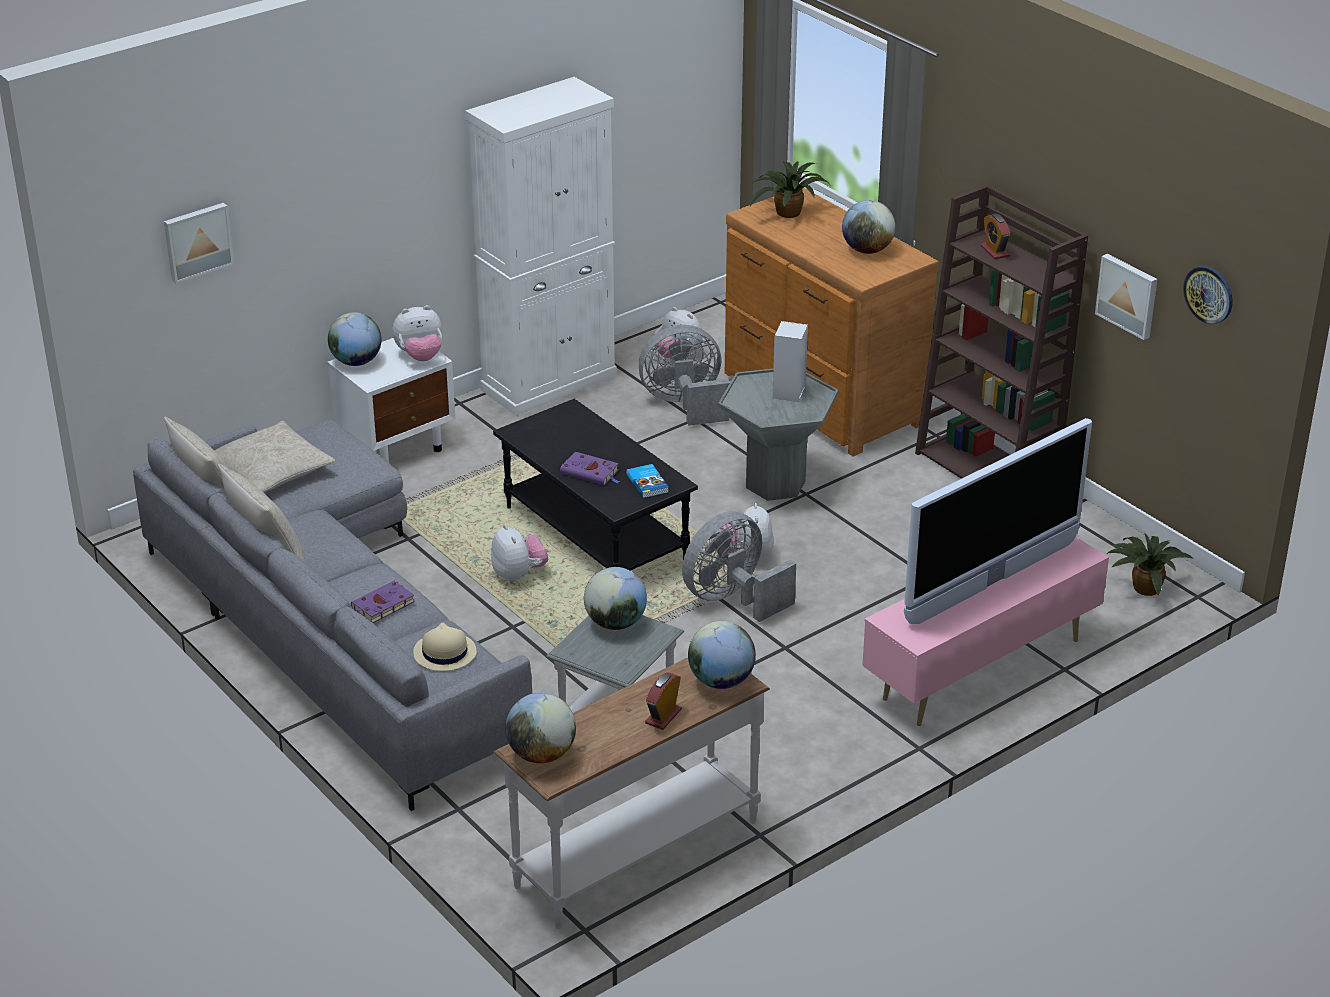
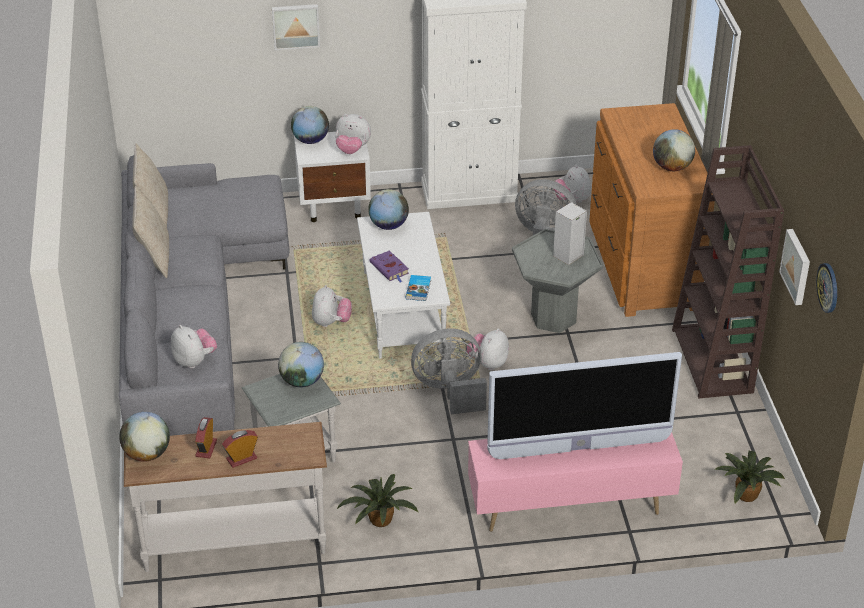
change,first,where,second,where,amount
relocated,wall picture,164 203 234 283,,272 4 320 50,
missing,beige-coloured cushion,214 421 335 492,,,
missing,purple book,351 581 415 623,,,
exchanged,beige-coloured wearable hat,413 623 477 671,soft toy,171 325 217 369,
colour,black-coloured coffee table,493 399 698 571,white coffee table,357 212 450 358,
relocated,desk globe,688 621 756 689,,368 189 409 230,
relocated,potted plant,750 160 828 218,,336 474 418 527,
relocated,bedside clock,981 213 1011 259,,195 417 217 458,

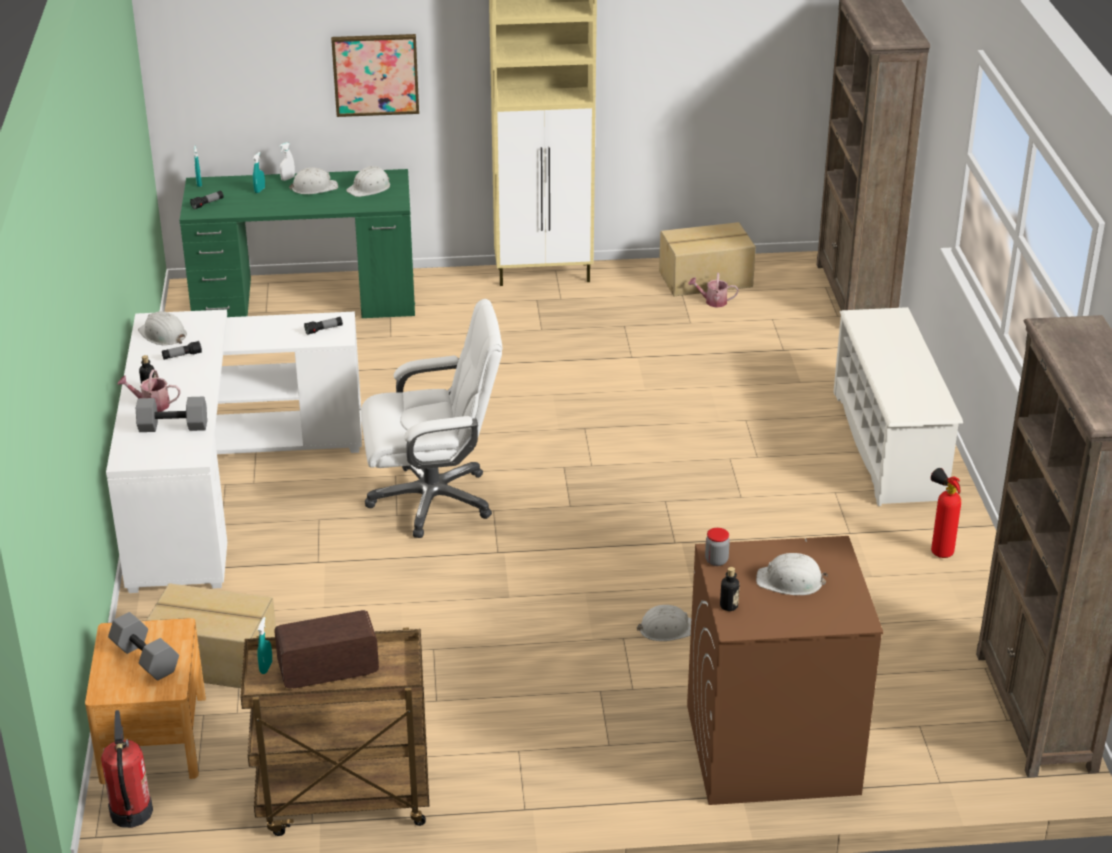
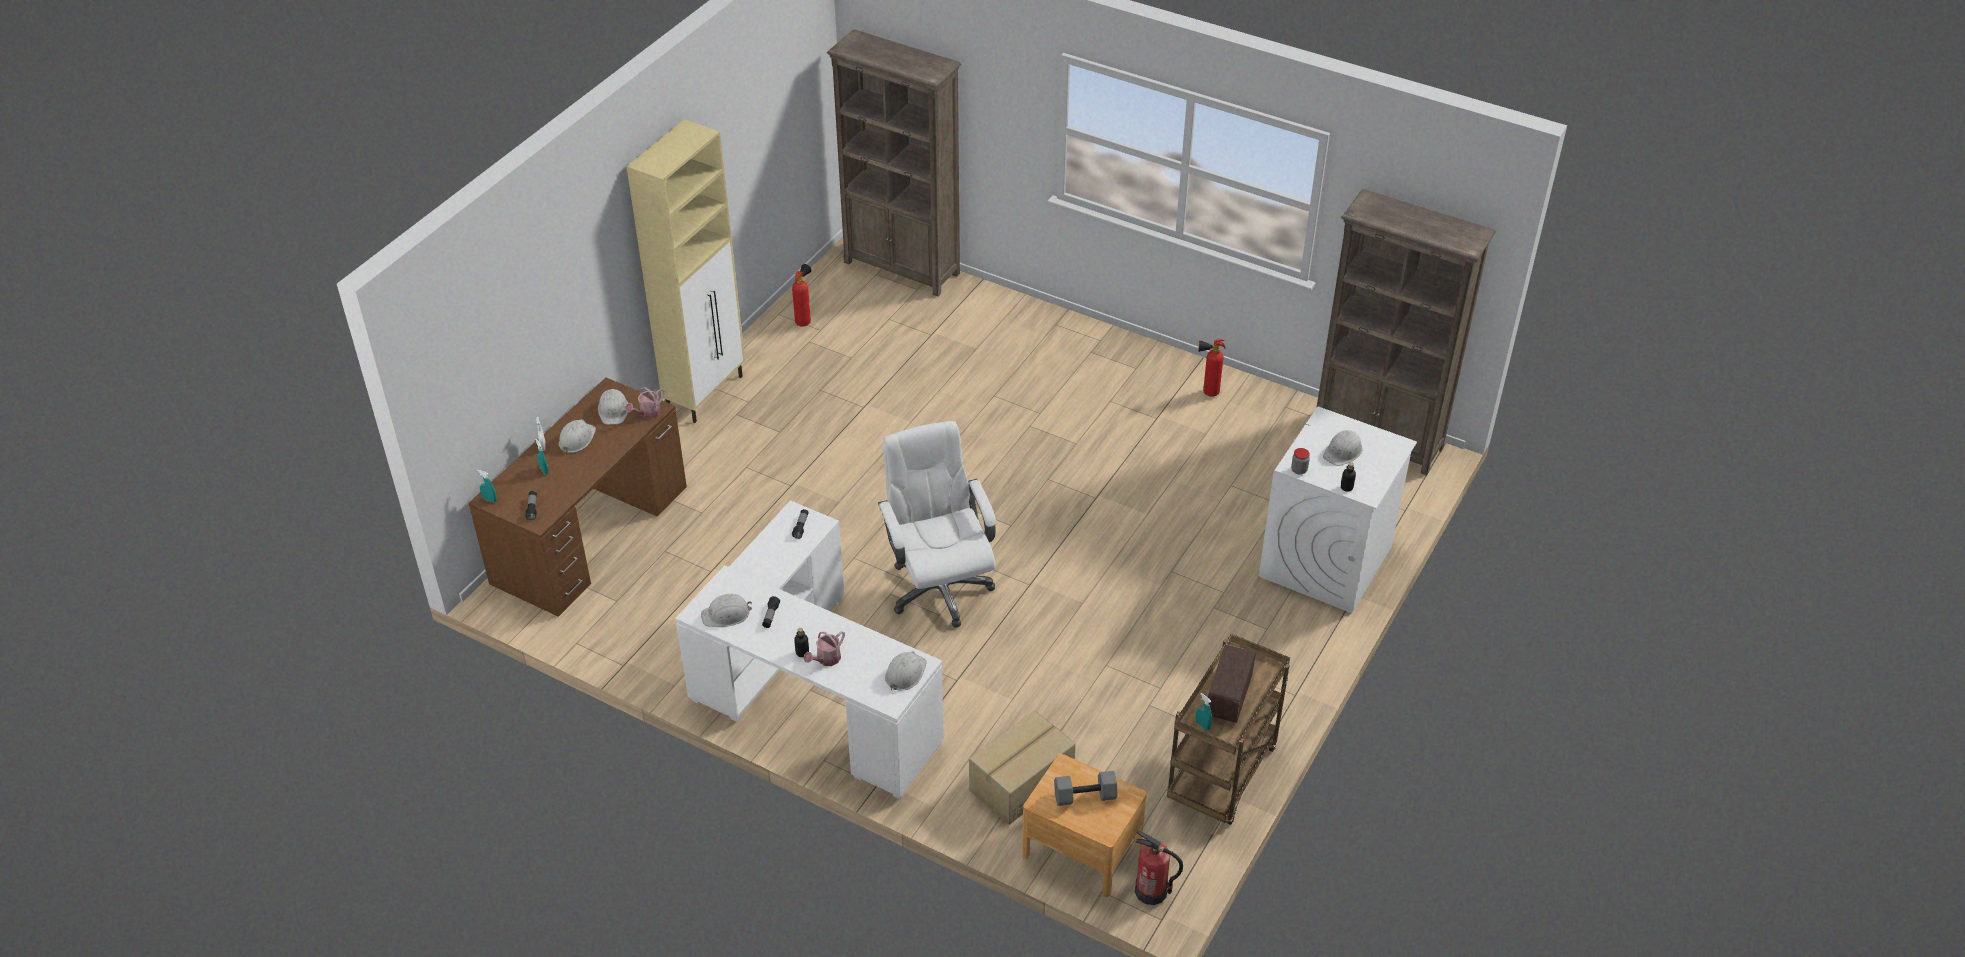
change,first,where,second,where,amount
missing,grey hand weight,136 396 207 432,,,
colour,green-coloured desk table,180 169 415 318,brown-coloured desk table,468 378 687 617,
missing,wall picture,331 34 419 117,,,
spun,white desk chair,361 299 502 538,,878 421 996 628,45 degrees counterclockwise
relocated,white hard hat,636 605 691 641,,885 651 927 691,
exchanged,cardboard box,659 222 756 296,extinguisher,792 264 811 327,
colour,brown-coloured laundry machine,687 536 883 805,white laundry machine,1259 407 1417 613,
relocated,watering pot,688 273 739 308,,625 387 665 419,
missing,white shoe rack,833 307 963 506,,,

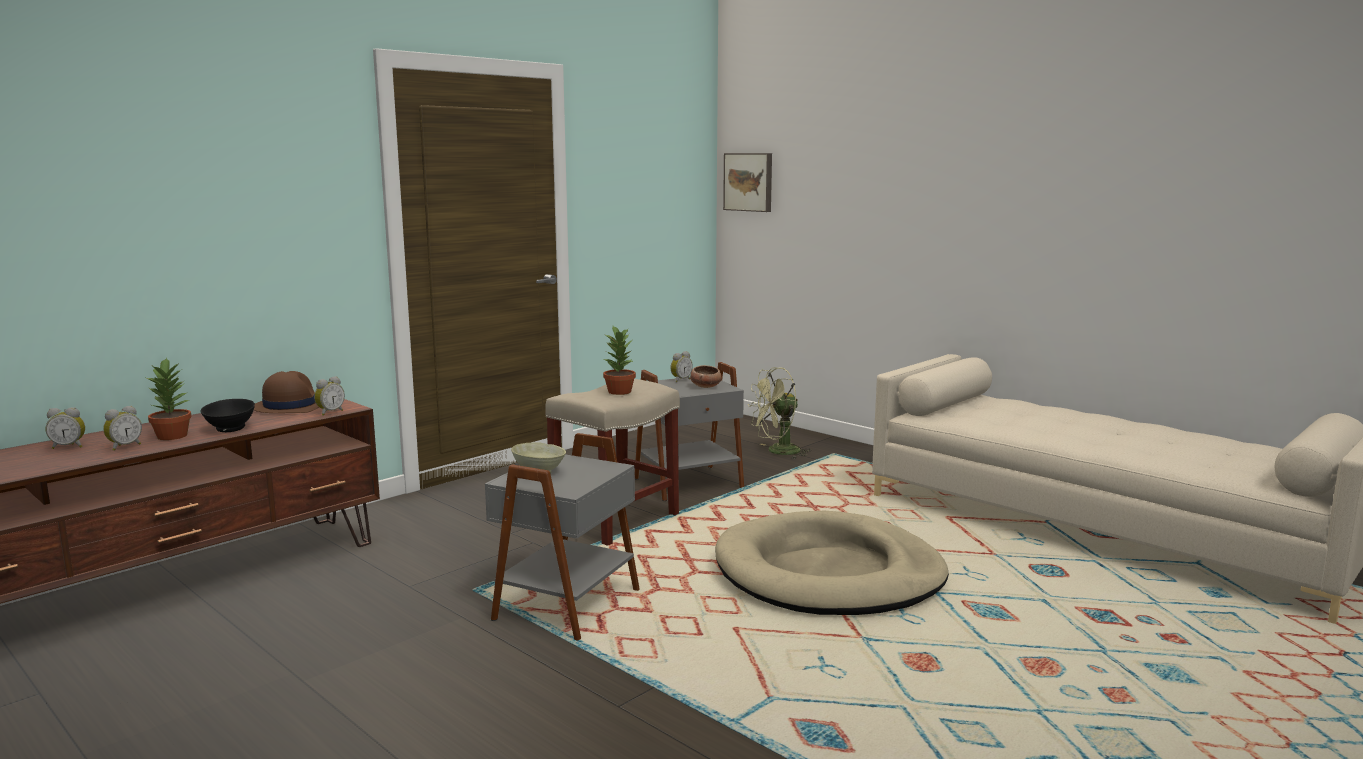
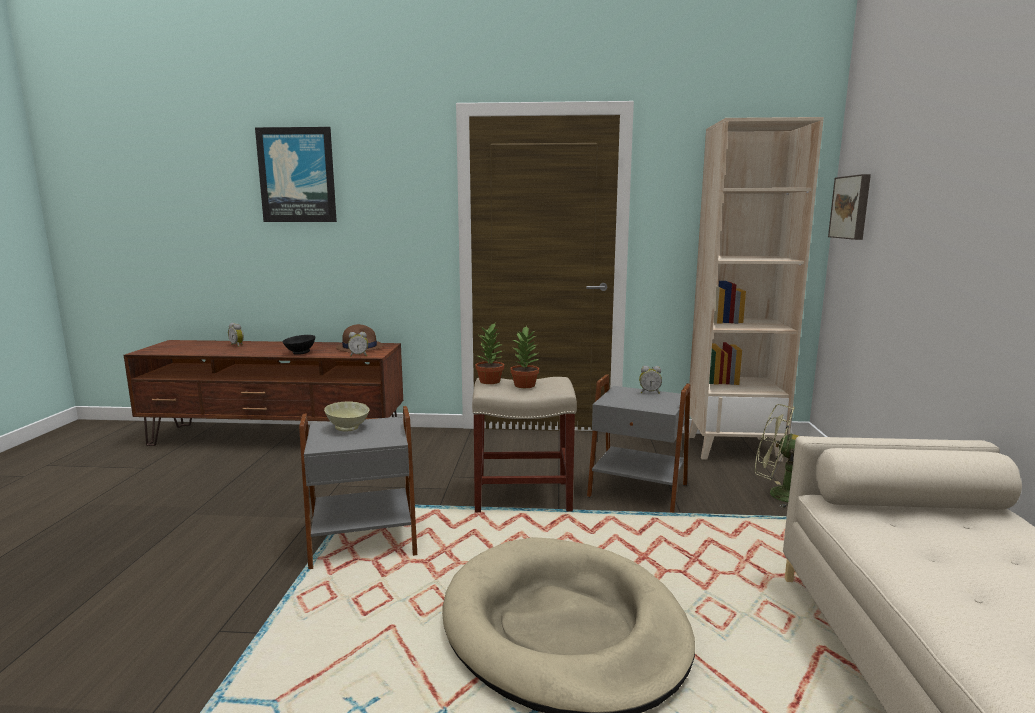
change,first,where,second,where,amount
missing,bedside clock,103 405 142 451,,,
relocated,potted plant,146 357 191 440,,475 323 504 384,
missing,serving bowl,690 365 721 388,,,
appeared,,,wall picture,255 127 337 222,
appeared,,,beige-coloured bookcase,689 117 824 462,

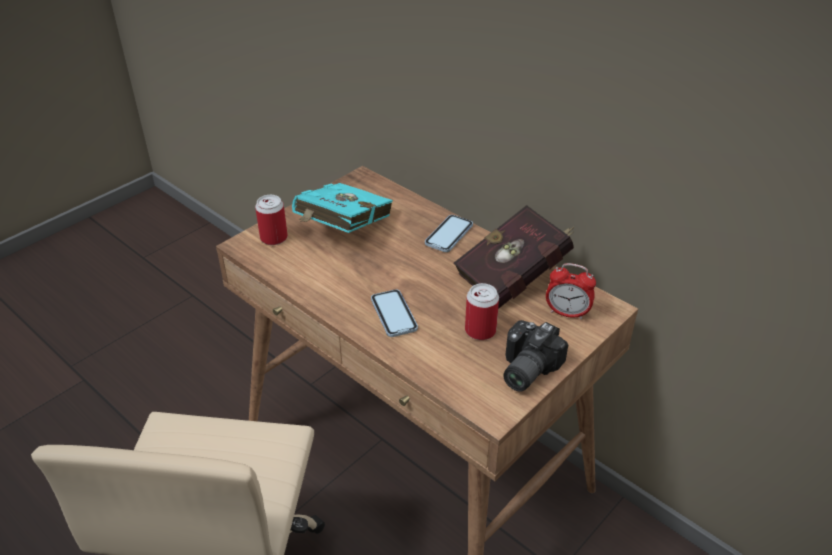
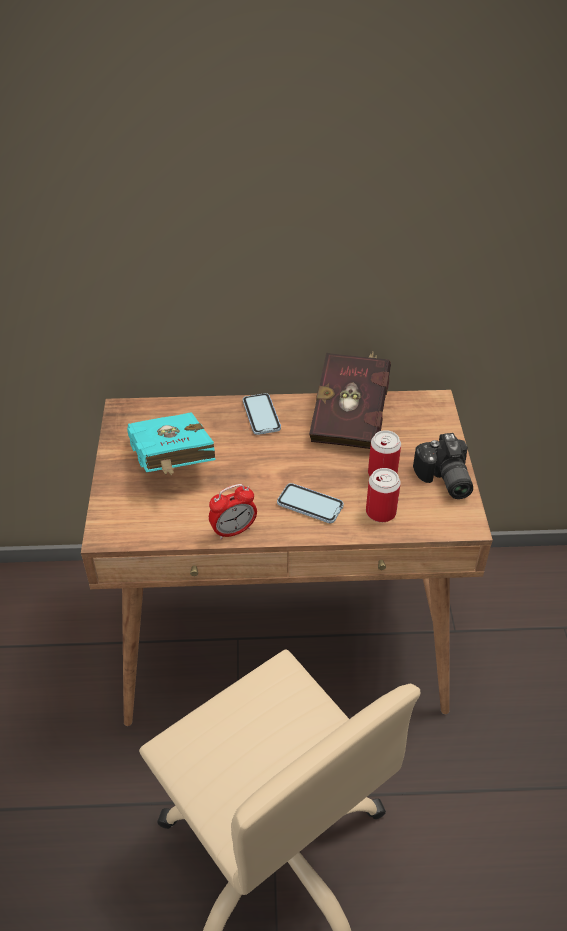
change,first,where,second,where,amount
relocated,metal can,255 195 288 245,,366 468 401 522,
relocated,bedside clock,546 263 596 320,,209 484 257 539,

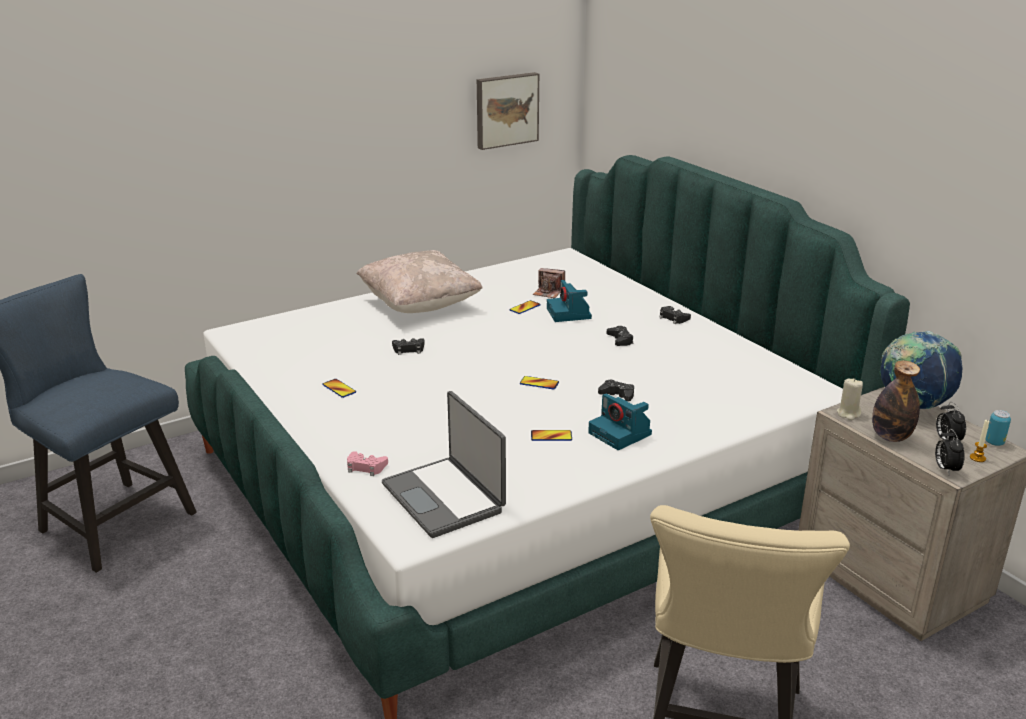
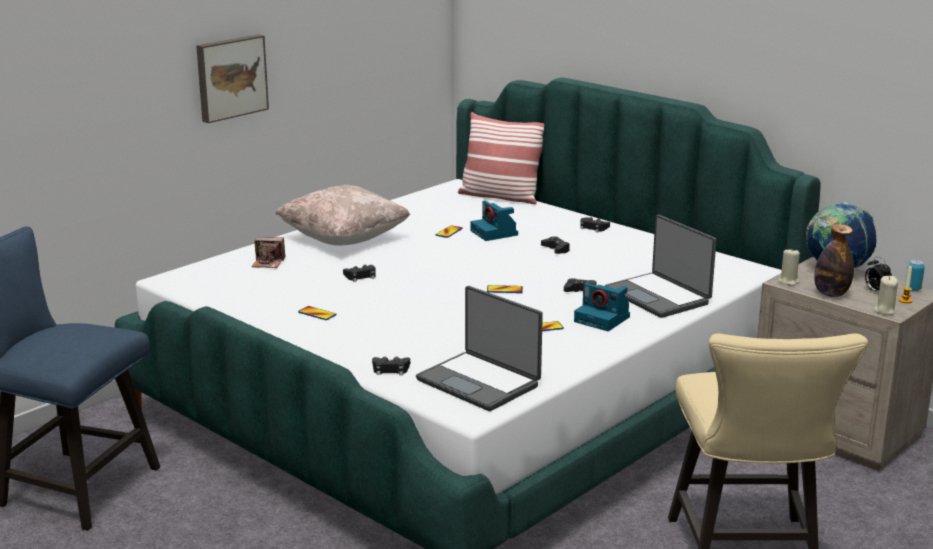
change,first,where,second,where,amount
colour,pinkish gamepad,347 451 388 476,black-coloured gamepad,372 356 410 375,
relocated,wall picture,477 72 539 150,,196 34 269 123,
relocated,photo camera,533 268 565 298,,251 237 285 268,
exchanged,bedside clock,935 429 965 474,beige-coloured candle,874 276 898 315,
appeared,,,cushion,458 112 544 204,
appeared,,,notebook computer,605 214 716 318,

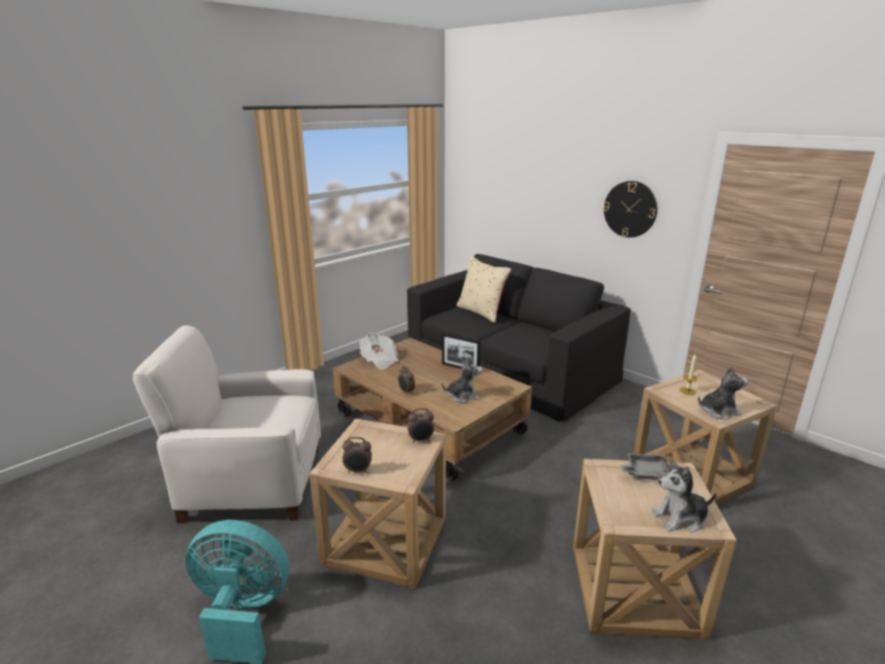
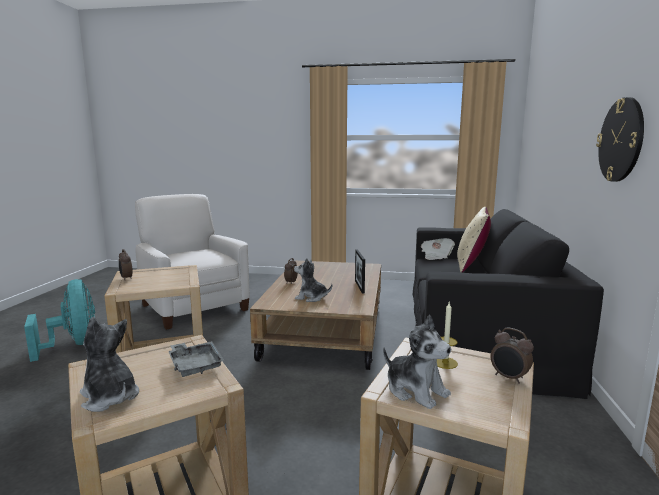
change,first,where,second,where,amount
relocated,printed paper,359 333 399 370,,421 238 455 260,
relocated,bedside clock,407 408 434 443,,491 328 534 384,
spun,soft toy,441 357 483 403,,294 258 332 302,150 degrees clockwise

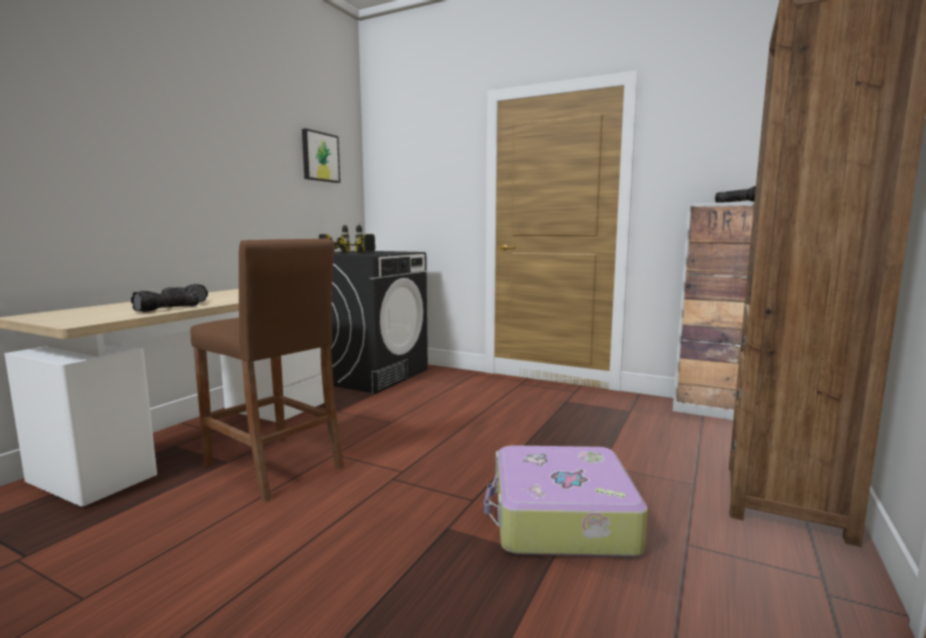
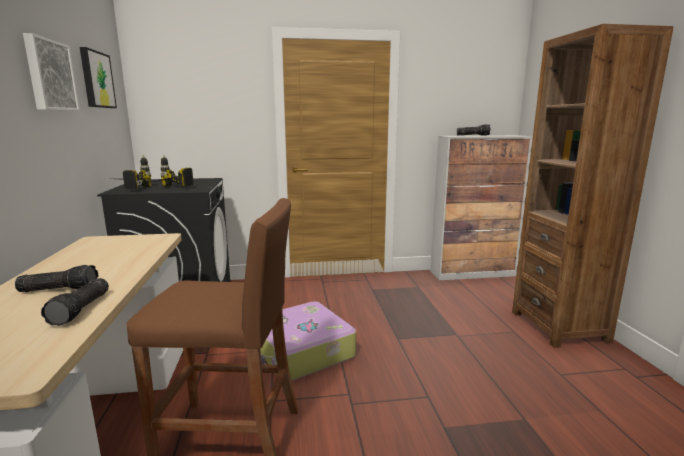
change,first,where,second,where,amount
relocated,suitcase,484 445 648 557,,260 301 356 381,
appeared,,,wall picture,23 33 80 111,

